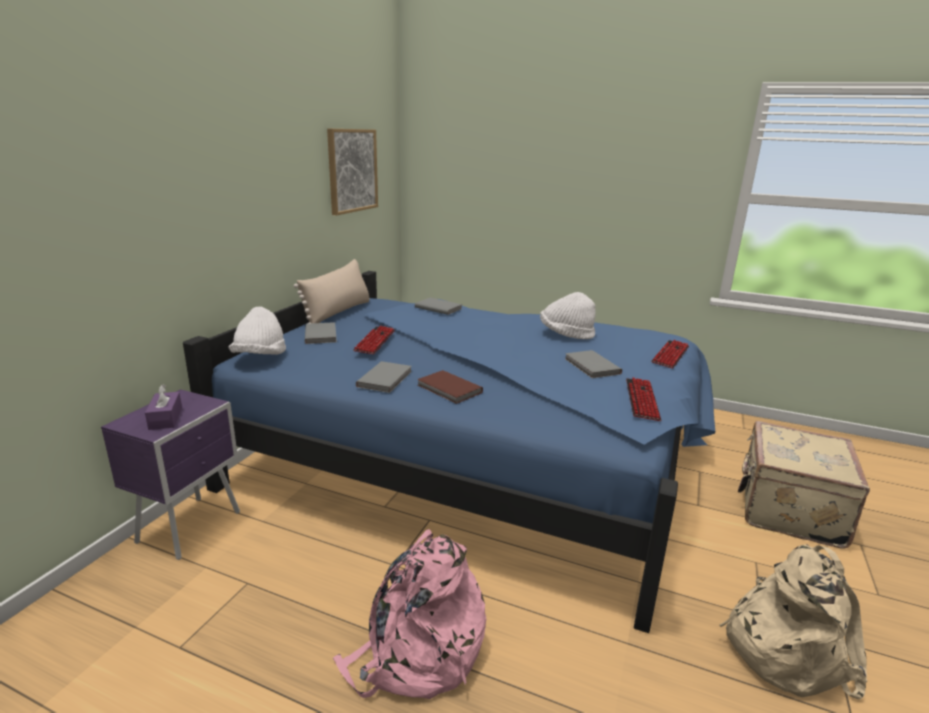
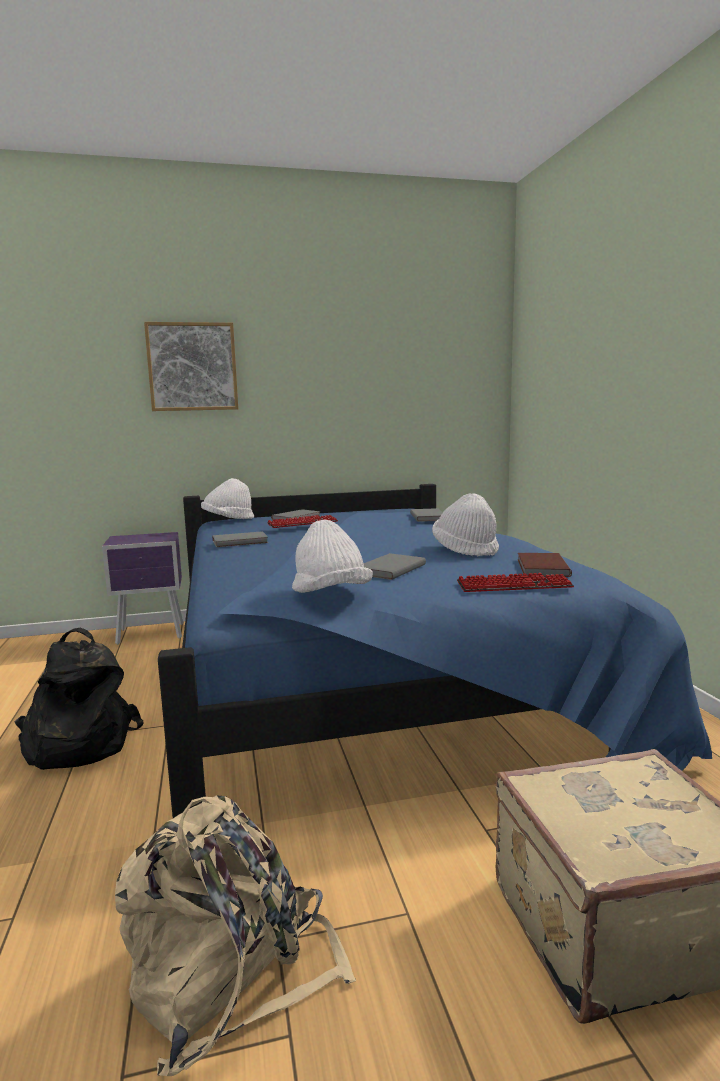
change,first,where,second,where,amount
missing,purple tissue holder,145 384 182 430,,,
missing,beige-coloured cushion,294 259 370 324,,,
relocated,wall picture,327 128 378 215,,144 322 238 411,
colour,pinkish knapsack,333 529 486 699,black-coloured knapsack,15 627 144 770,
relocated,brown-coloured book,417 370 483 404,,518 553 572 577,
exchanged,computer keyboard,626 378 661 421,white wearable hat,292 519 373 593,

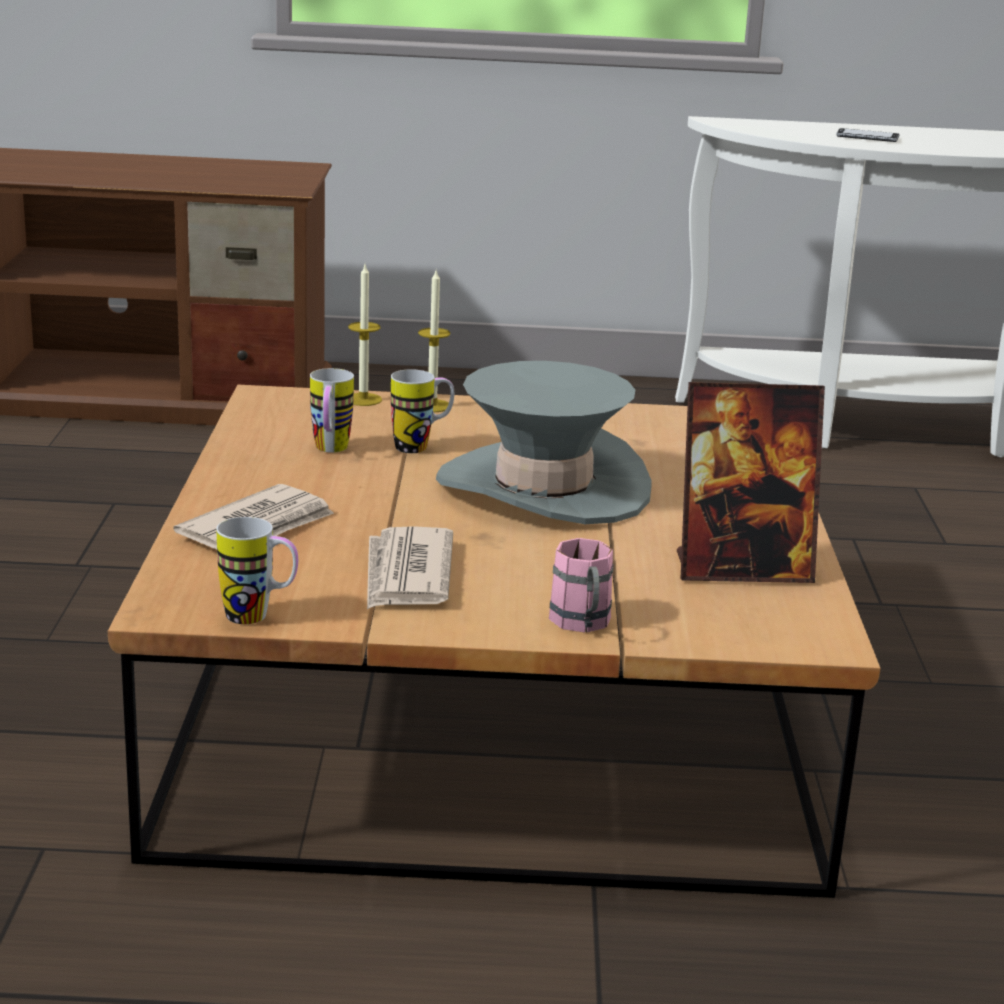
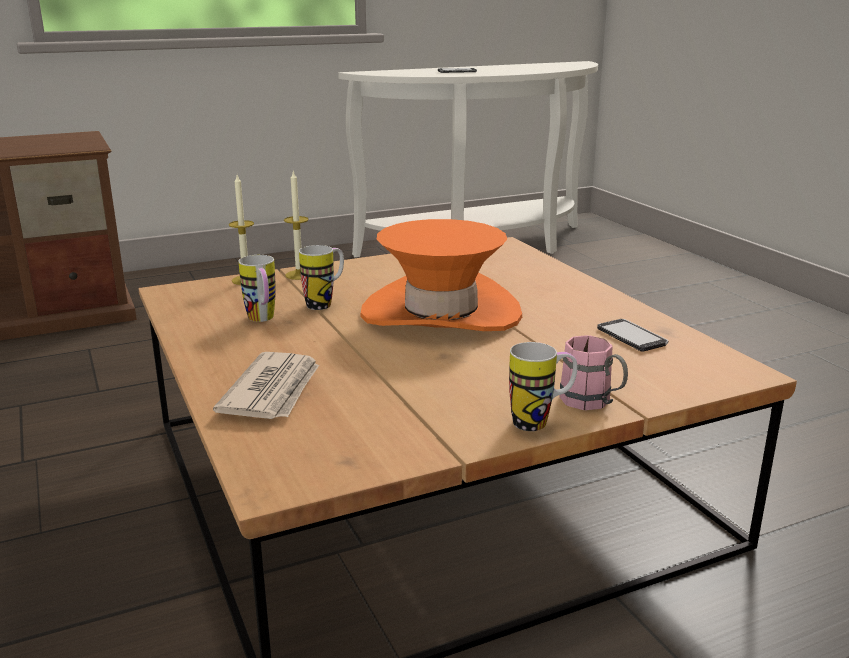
change,first,where,second,where,amount
relocated,mug,217 517 298 624,,509 342 577 431,
missing,printed paper,367 526 453 609,,,
colour,grey wearable hat,436 361 652 524,orange wearable hat,360 219 522 331,
exchanged,standing frame,677 382 825 583,phone,597 319 668 352,

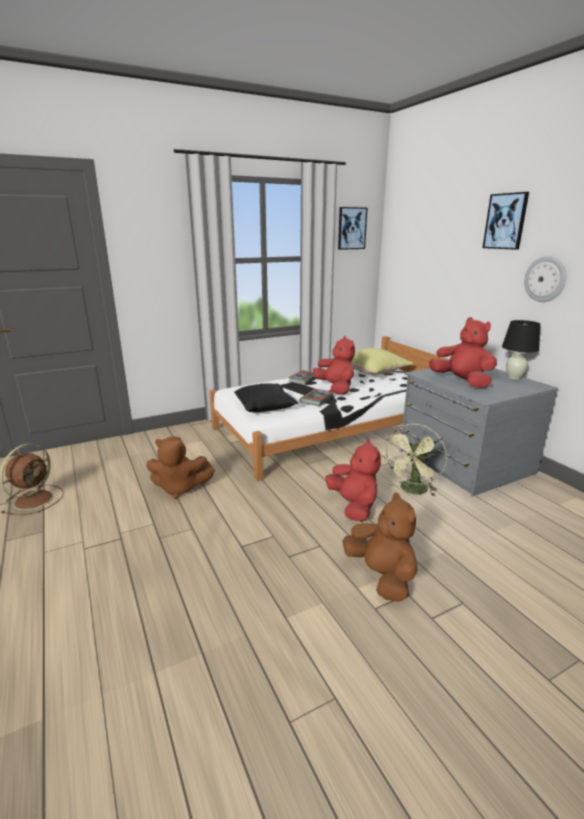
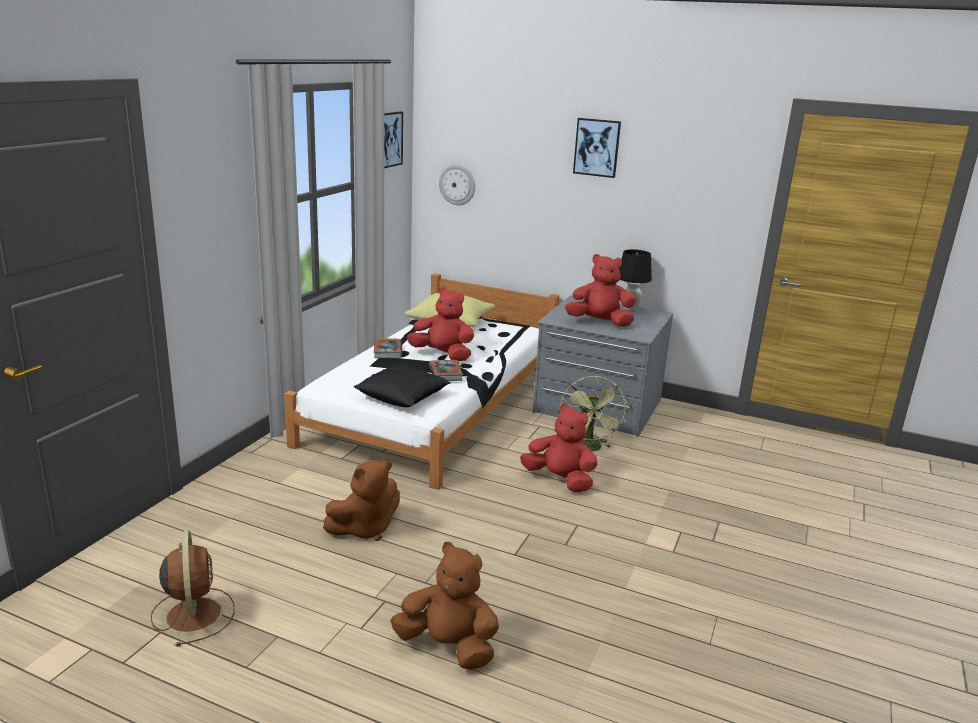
change,first,where,second,where,amount
relocated,brown-coloured soft toy,343 492 418 602,,390 542 499 670,
relocated,wall clock,524 256 566 302,,439 165 475 205,

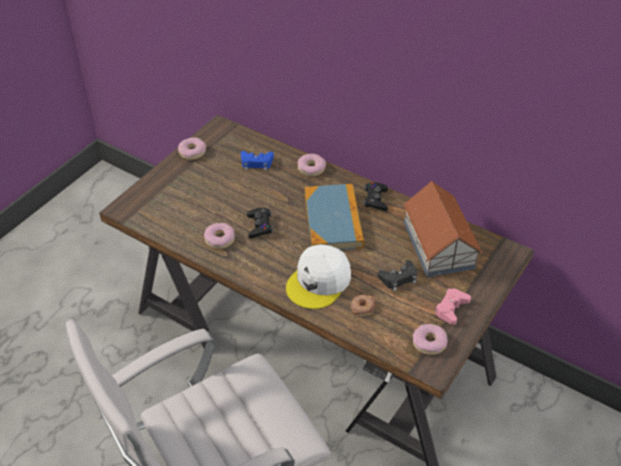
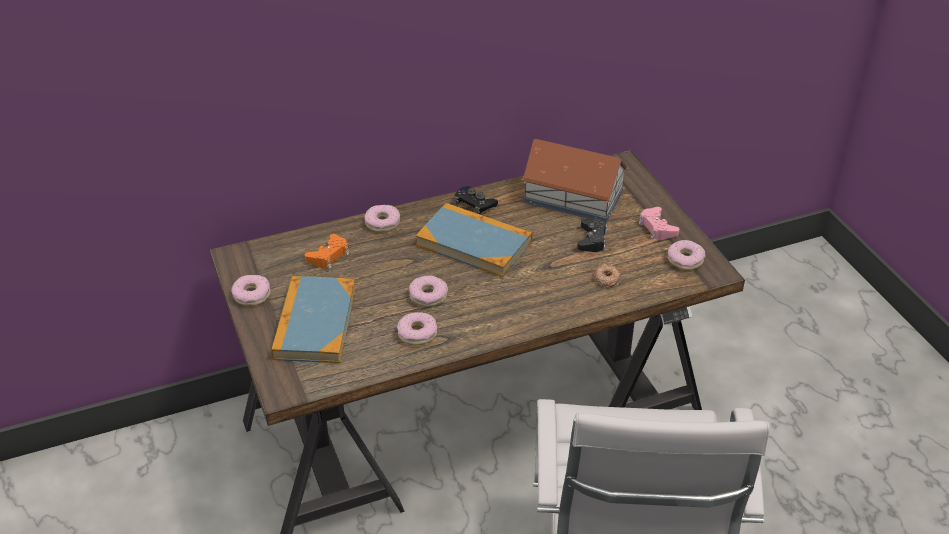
change,first,where,second,where,amount
colour,blue gamepad,241 151 274 170,orange gamepad,305 234 349 269,
exchanged,black-coloured gamepad,247 208 273 238,ring doughnut,409 275 448 307,
missing,white peaked cap,286 244 351 309,,,
appeared,,,book,271 276 356 363,

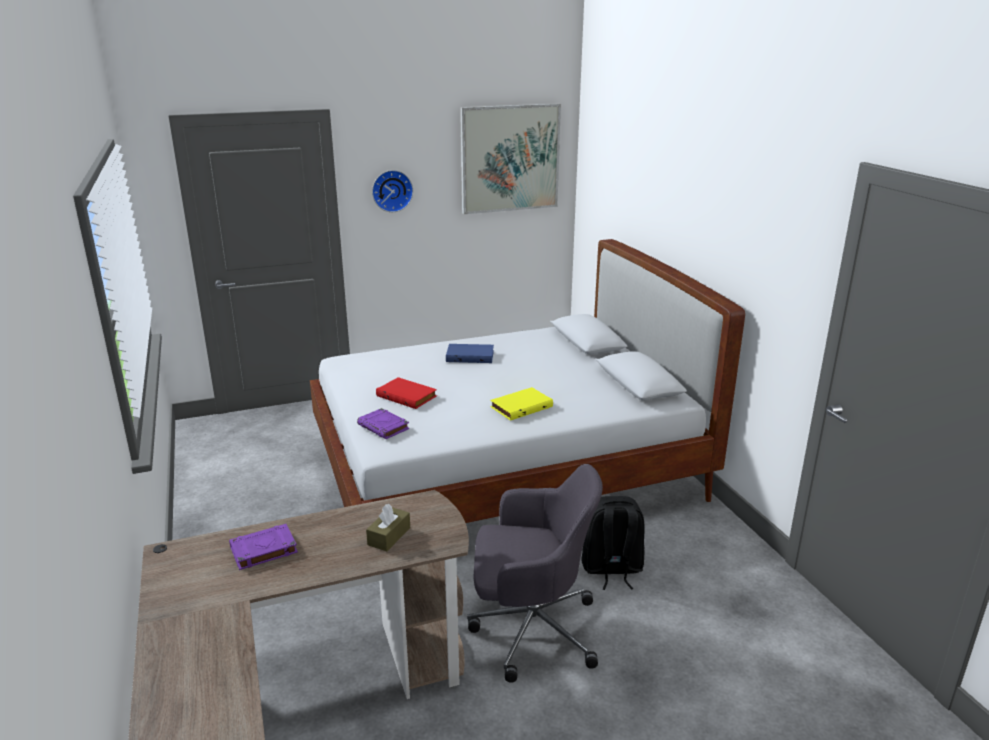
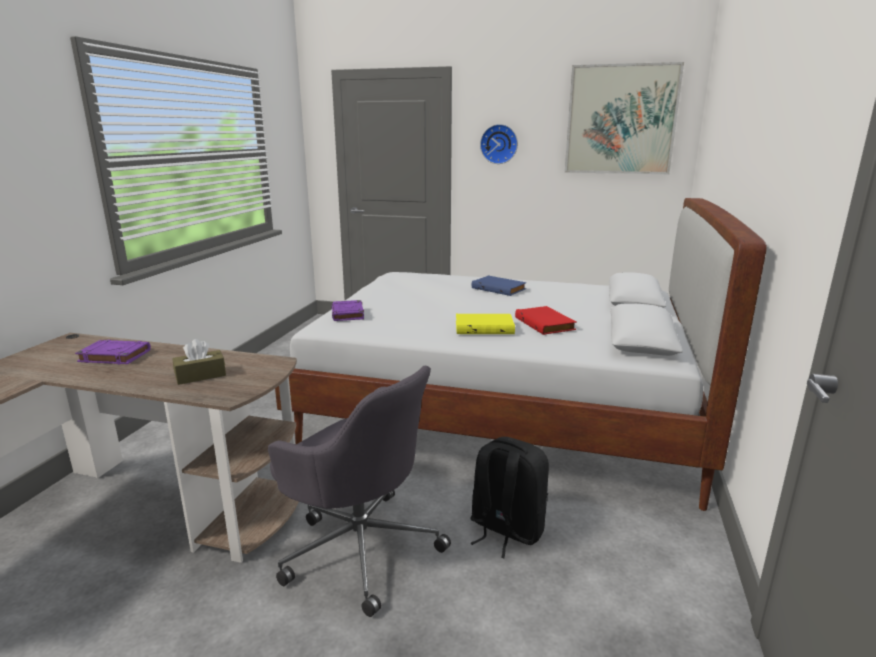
change,first,where,second,where,amount
relocated,red book,376 377 437 409,,515 306 576 335,

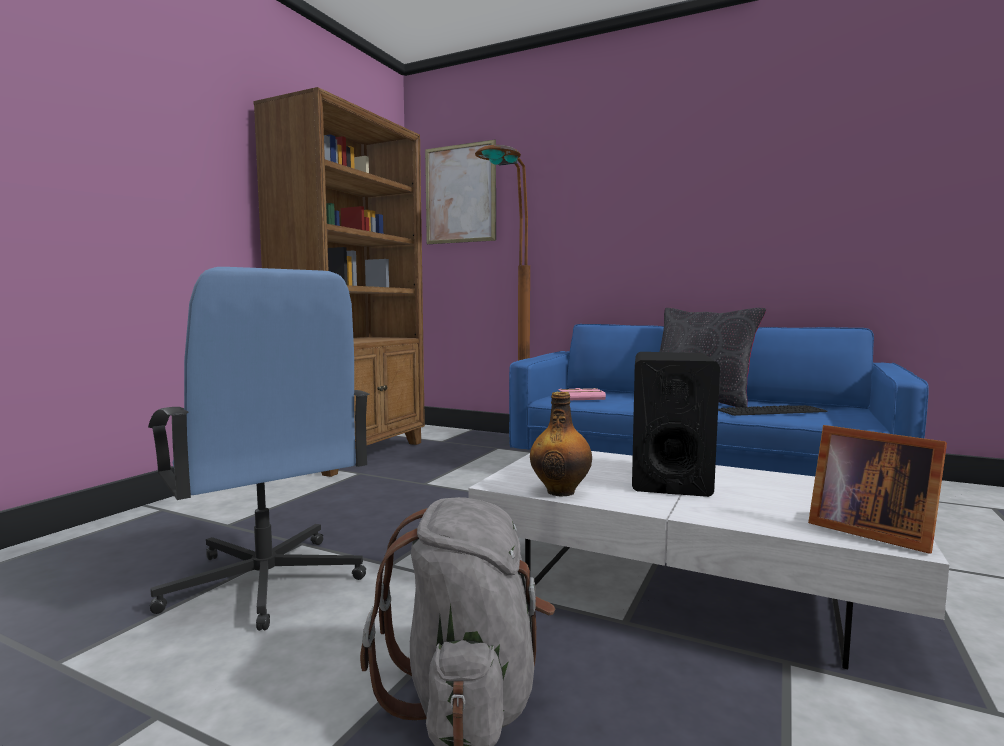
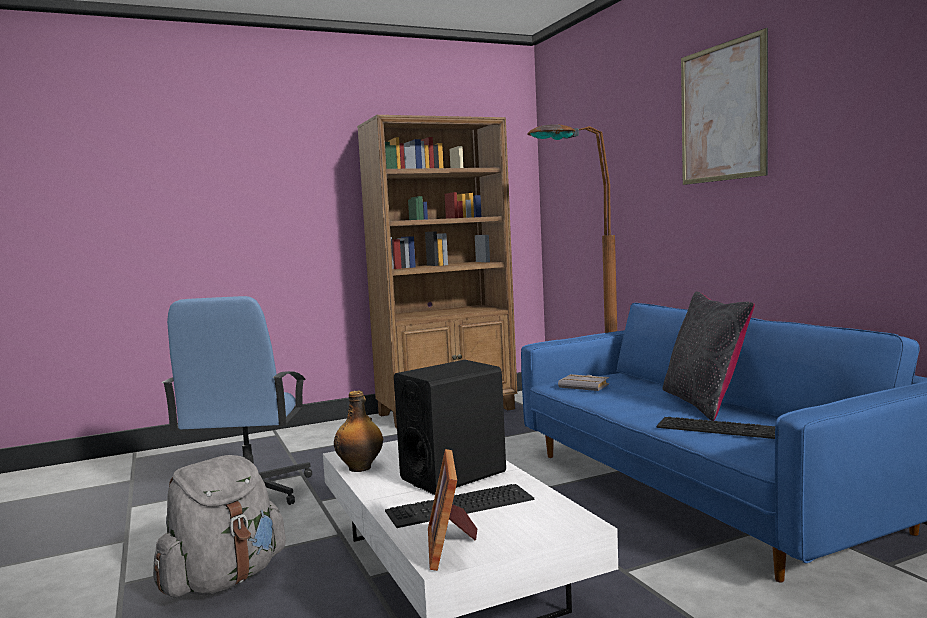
change,first,where,second,where,amount
relocated,wall picture,425 139 496 244,,681 28 768 185,
colour,pinkish book,558 388 606 400,grey book,558 374 609 391,
appeared,,,computer keyboard,385 484 534 528,

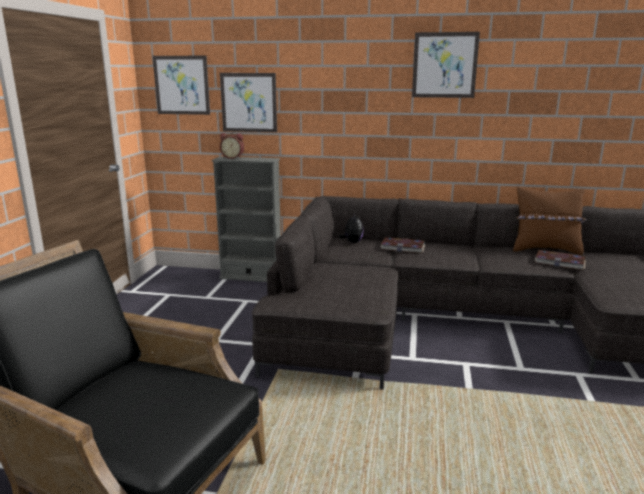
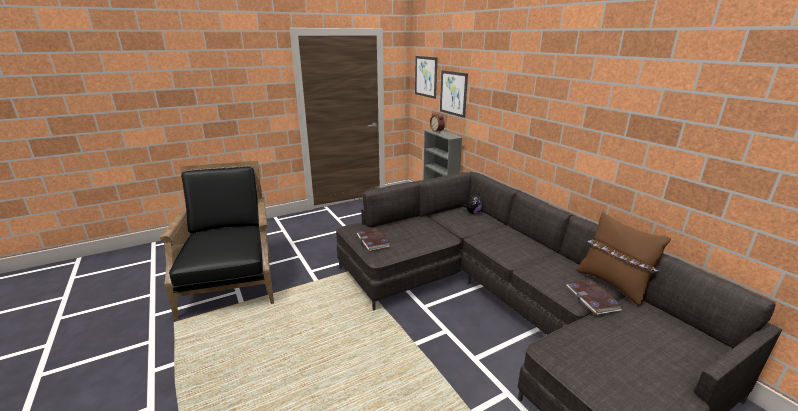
change,first,where,second,where,amount
relocated,book,380 237 425 253,,357 228 391 251,
missing,wall picture,412 32 480 98,,,

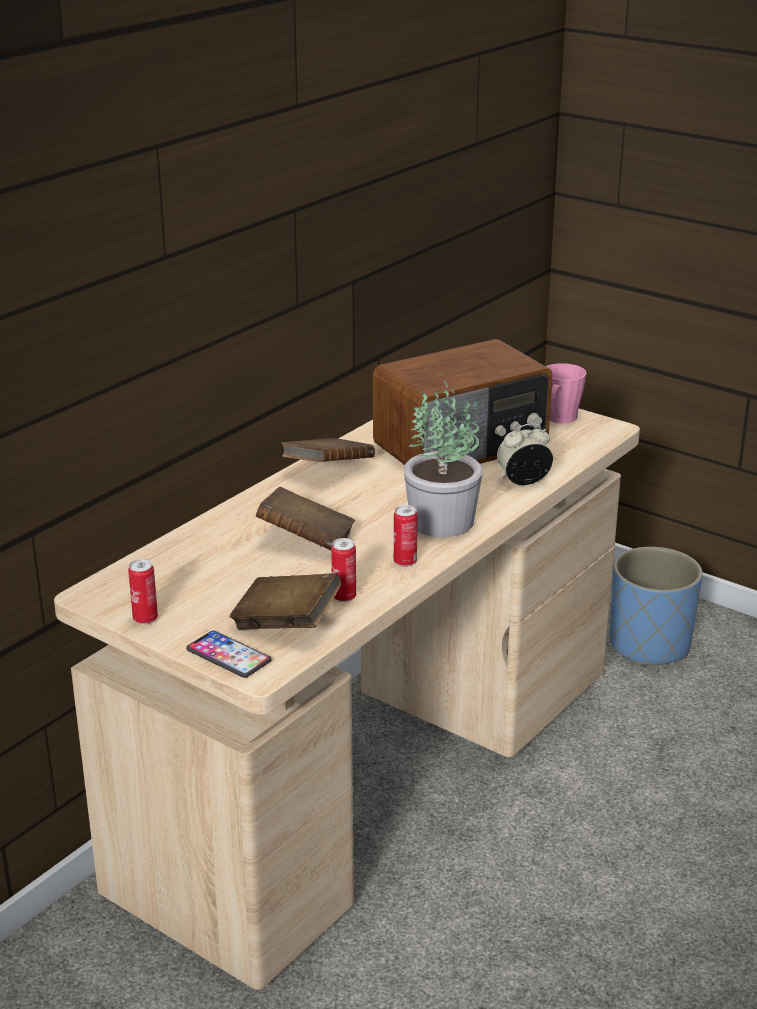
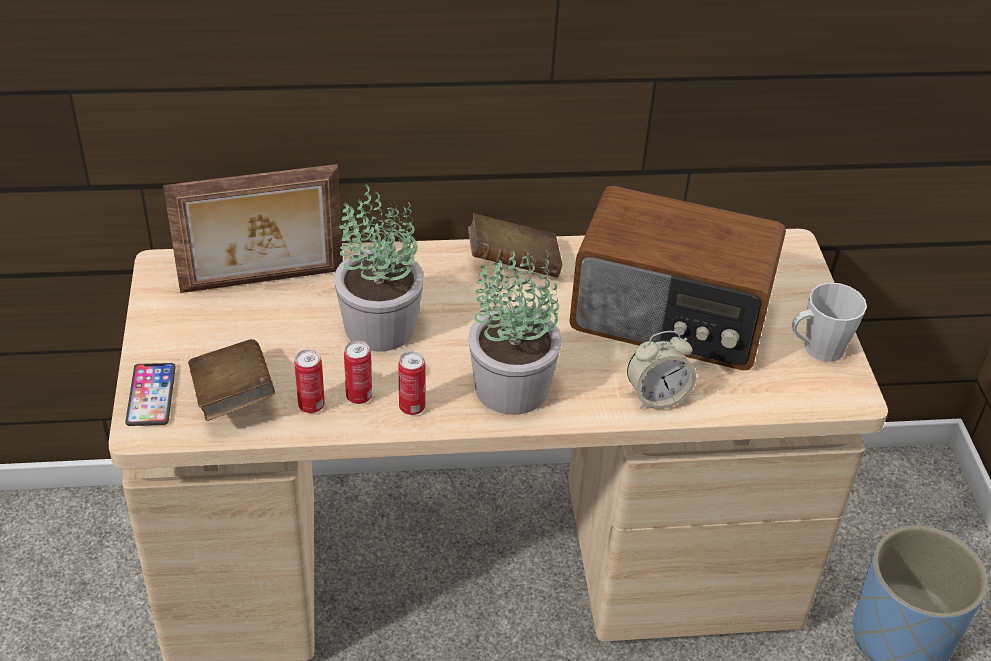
change,first,where,second,where,amount
relocated,metal can,128 559 158 624,,344 341 372 404,
exchanged,brown-coloured book,256 487 355 550,potted plant,334 184 424 352,
spun,bedside clock,497 423 553 485,,627 331 696 409,135 degrees clockwise
colour,pinkish mug,546 363 586 424,grey mug,792 283 867 362,
appeared,,,standing frame,163 164 343 293,

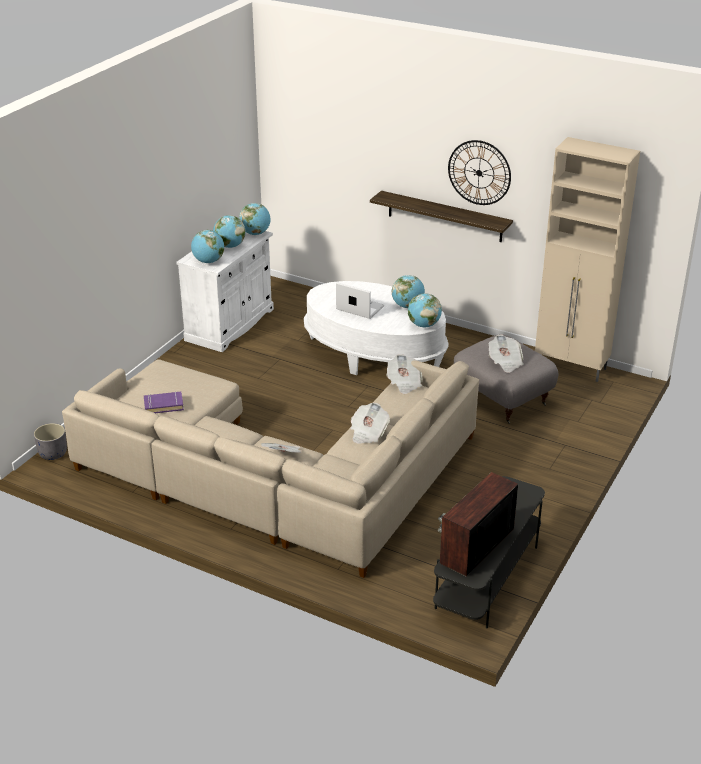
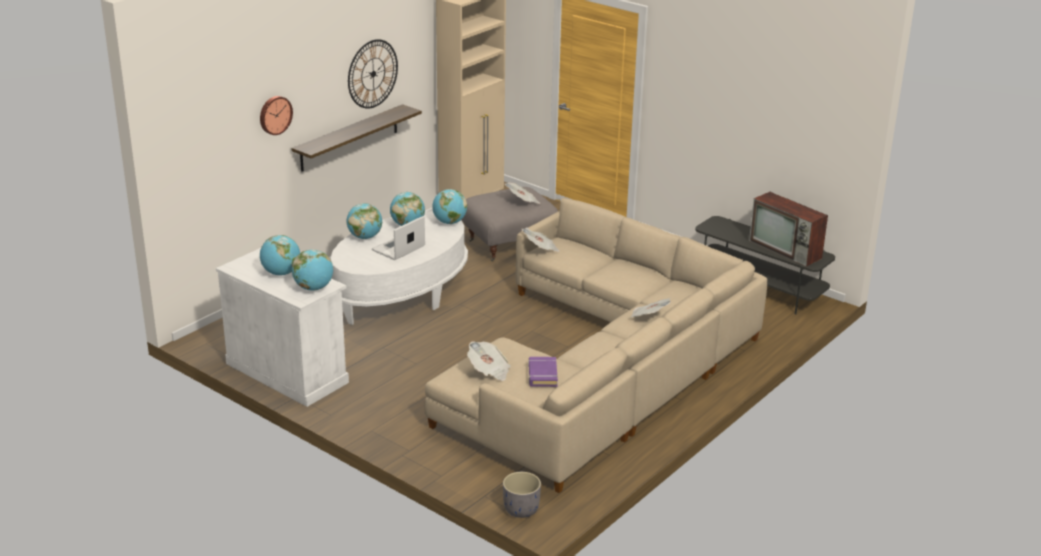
change,first,where,second,where,amount
relocated,desk globe,239 203 271 235,,347 203 382 239,
relocated,printed paper,350 402 390 444,,467 341 511 381,
appeared,,,wall clock,260 96 293 135,

